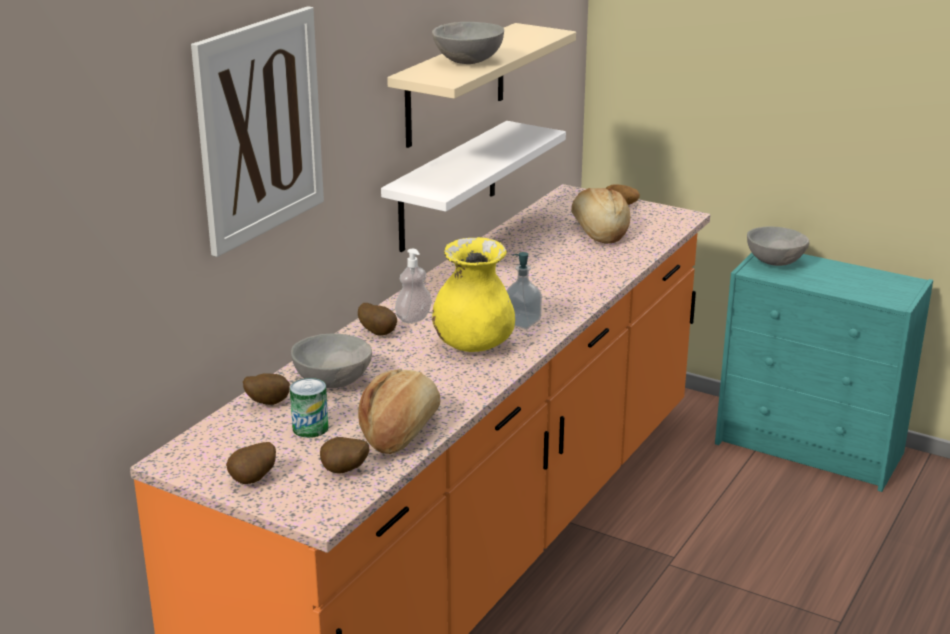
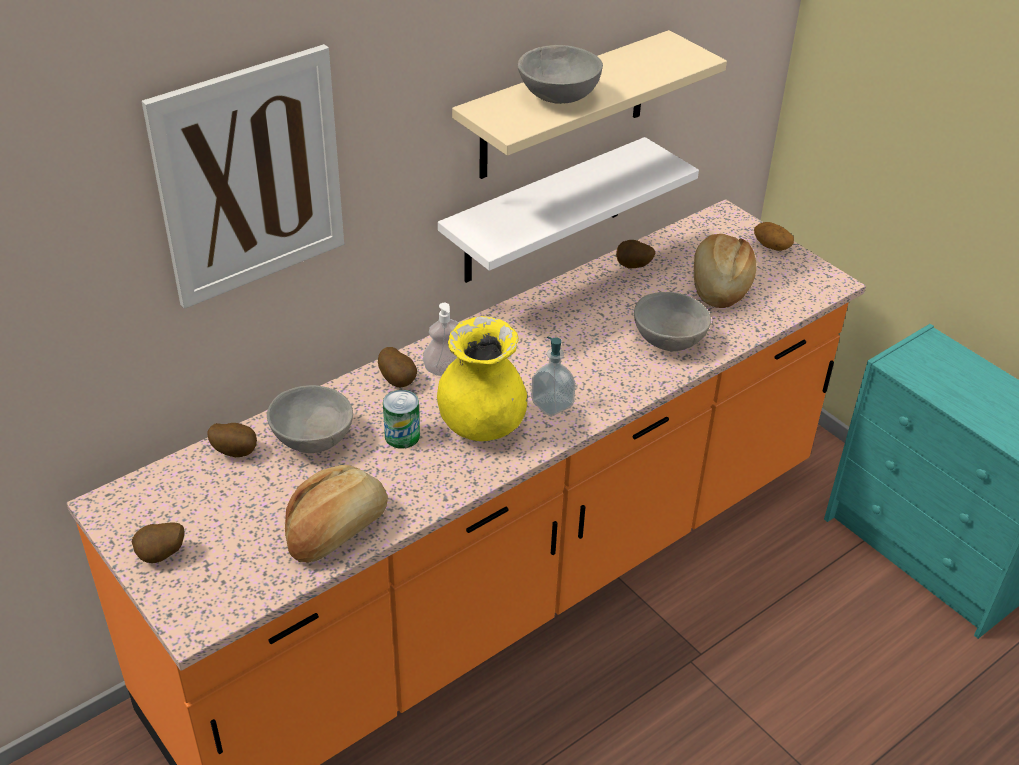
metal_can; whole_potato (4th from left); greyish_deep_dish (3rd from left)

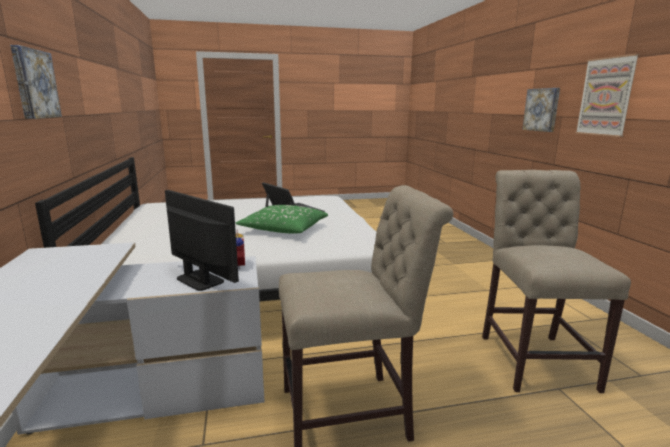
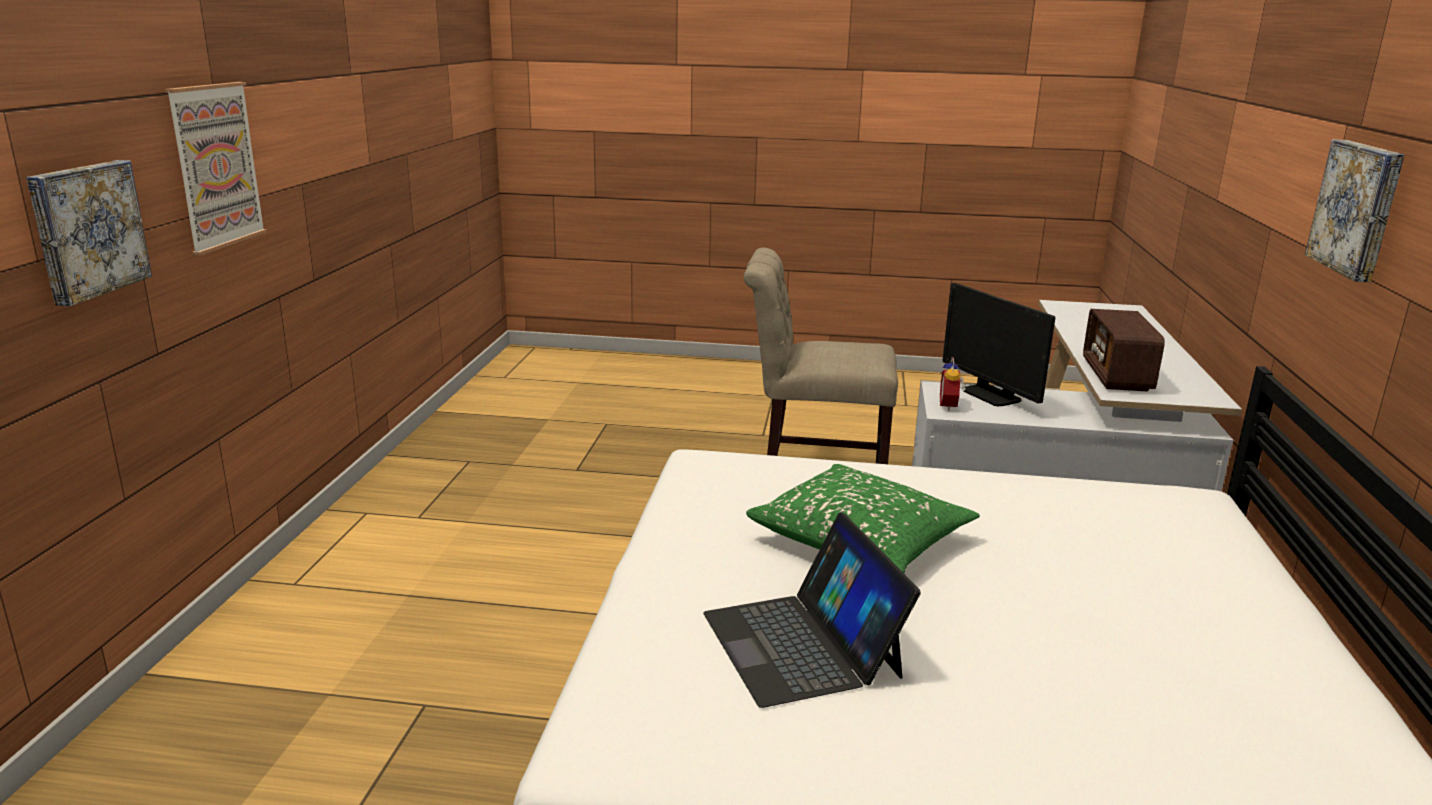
beige_chair (2nd from left in the first image); radio

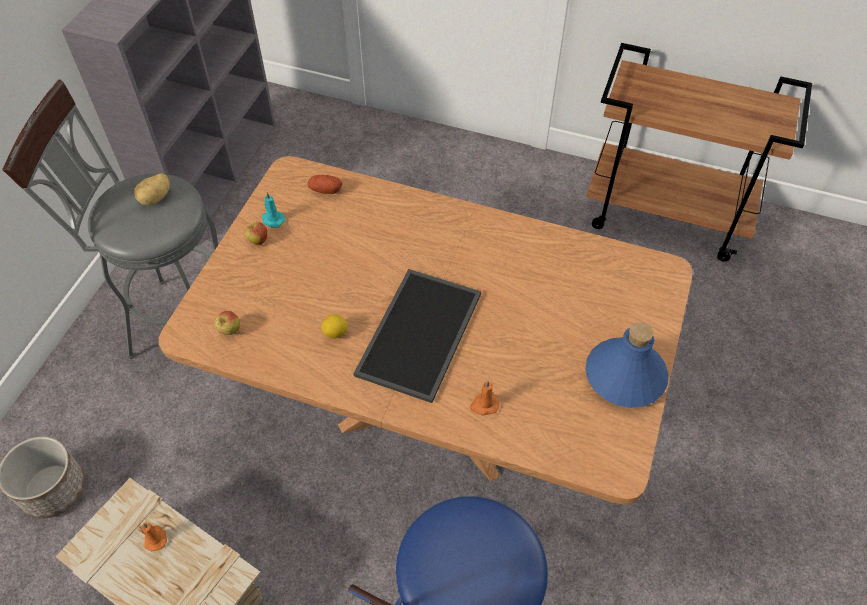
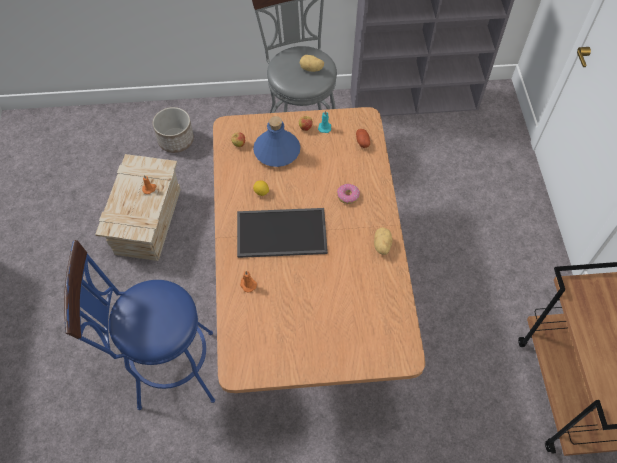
ring_doughnut; whole_potato (3rd from left); bluish_beverage_bottle

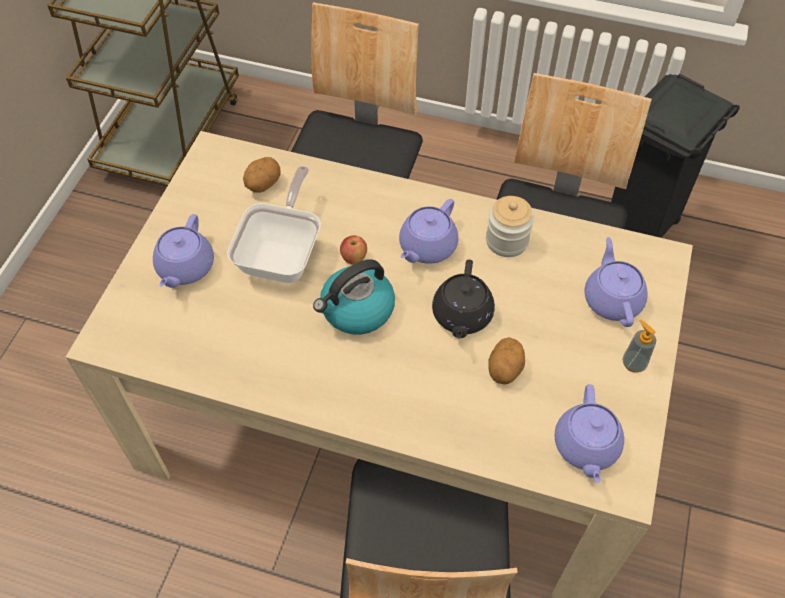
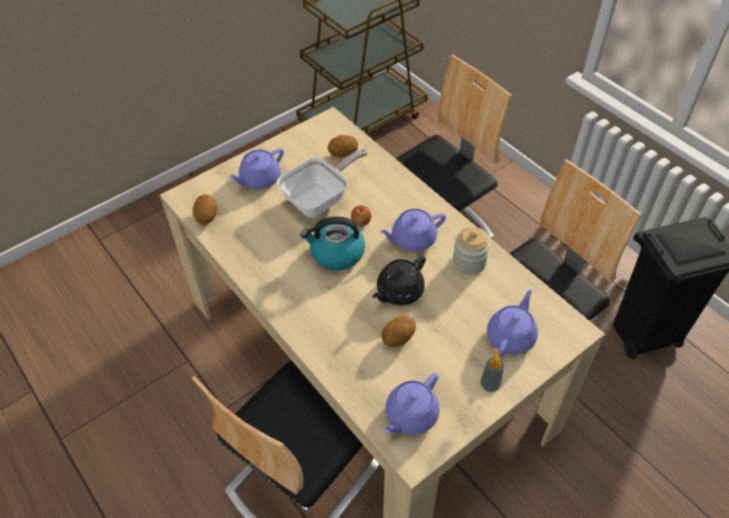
whole_potato (1st from left)

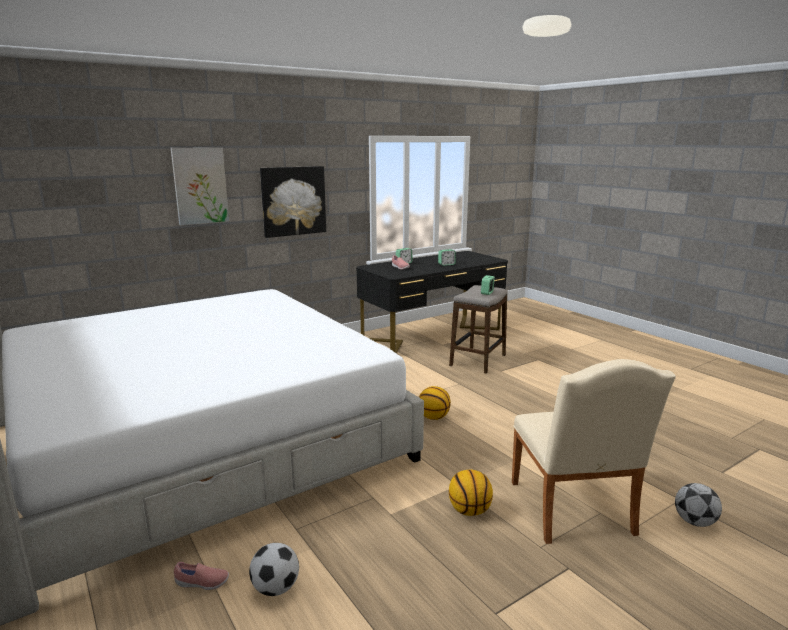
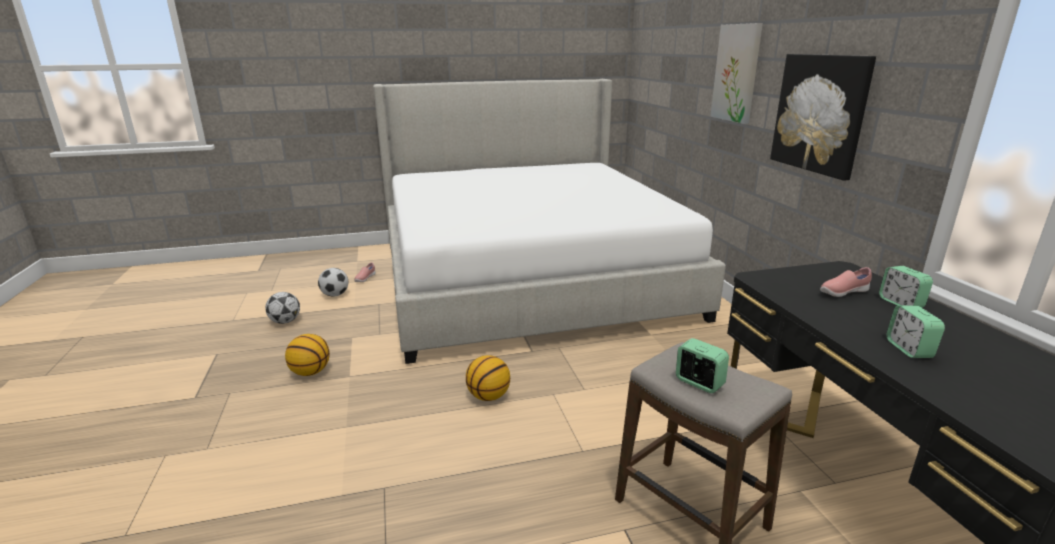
beige_chair; ball_for_football (1st from left)

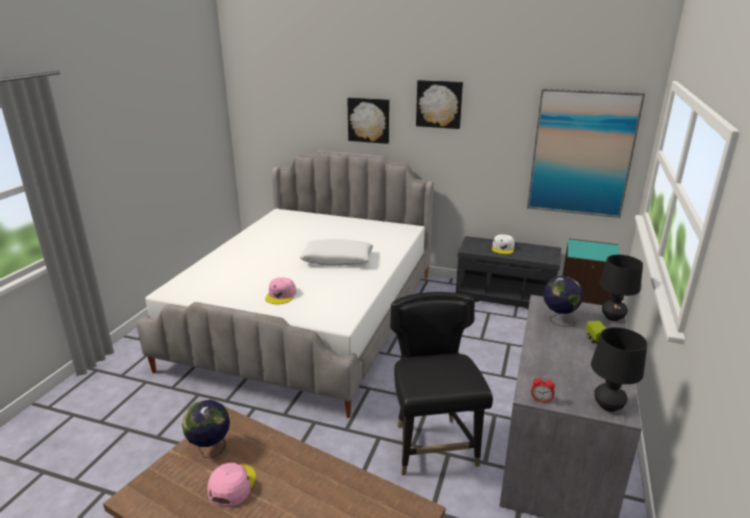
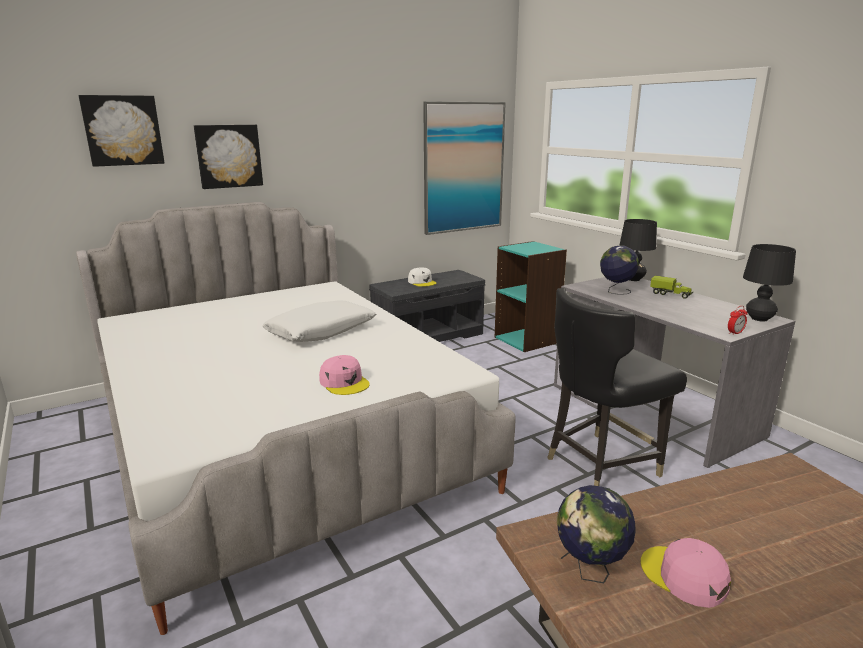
picture (1st from left); black_chair

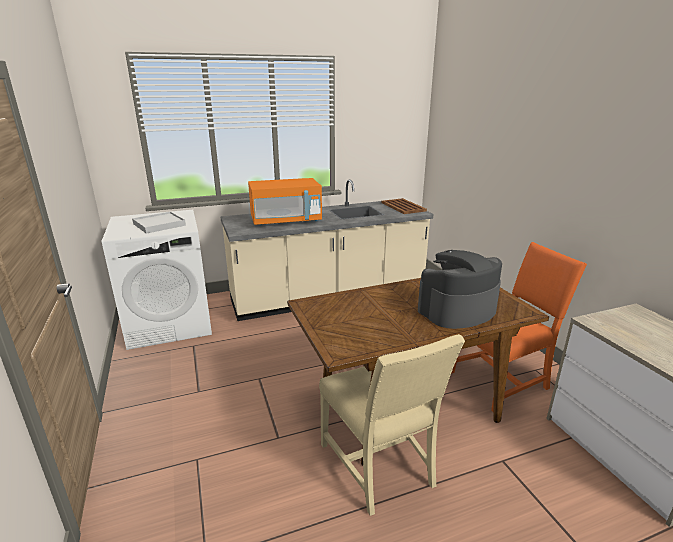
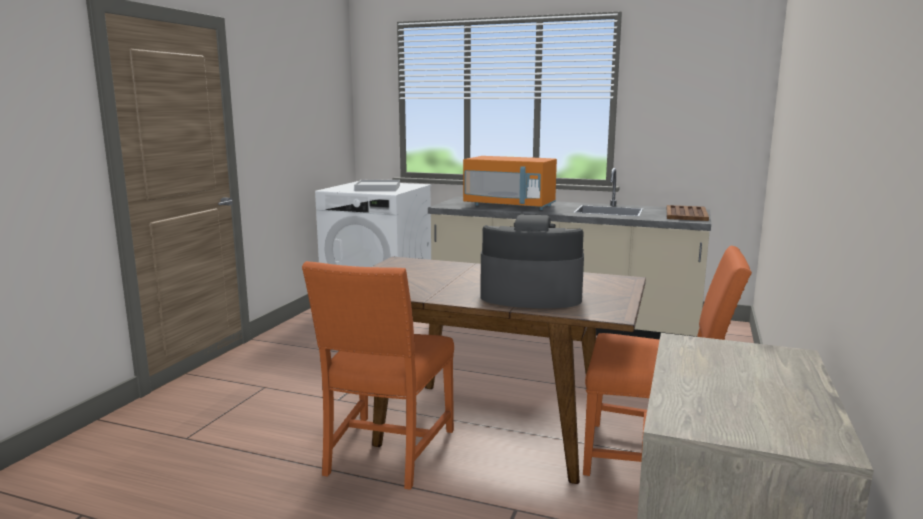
orangey_chair (1st from left)

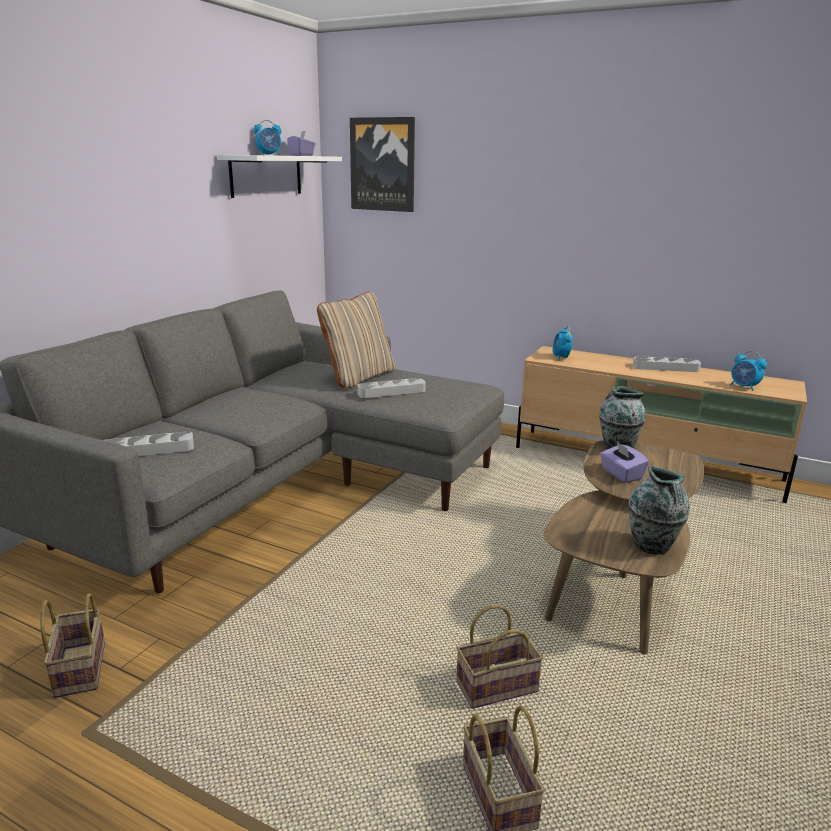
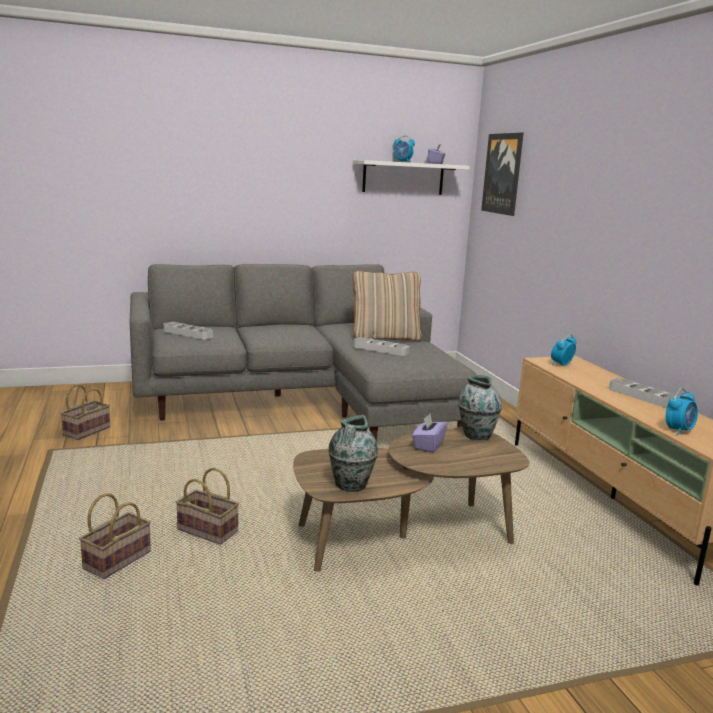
bedside_clock (3rd from left)

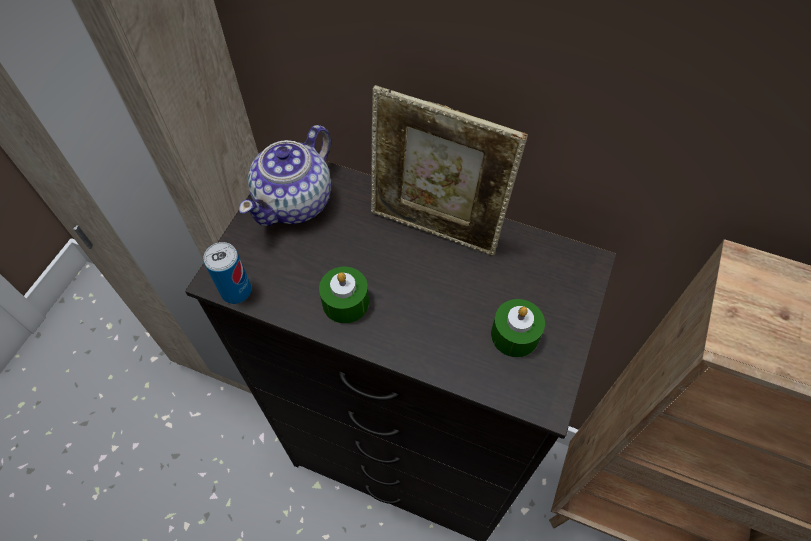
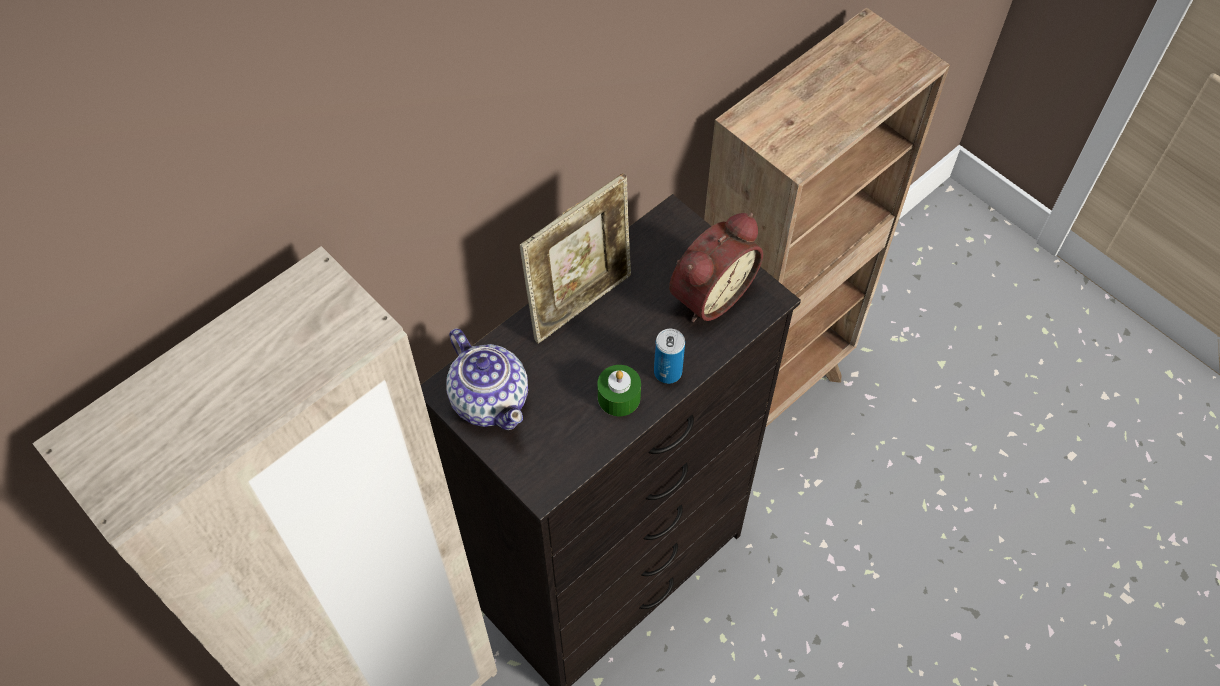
metal_can; bedside_clock

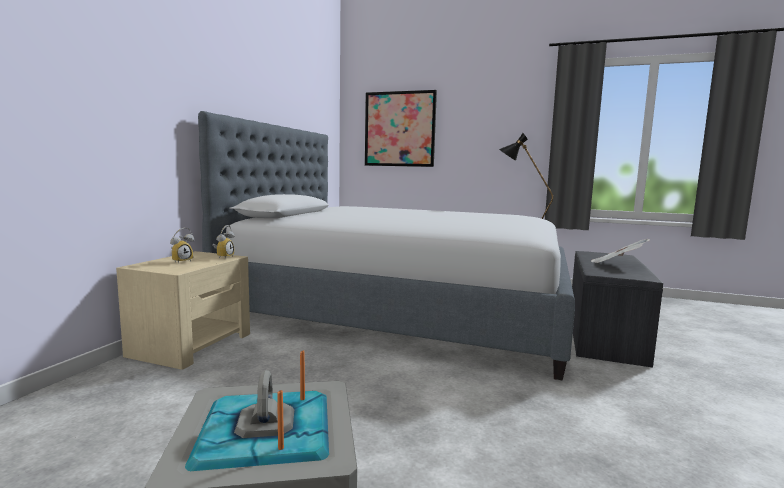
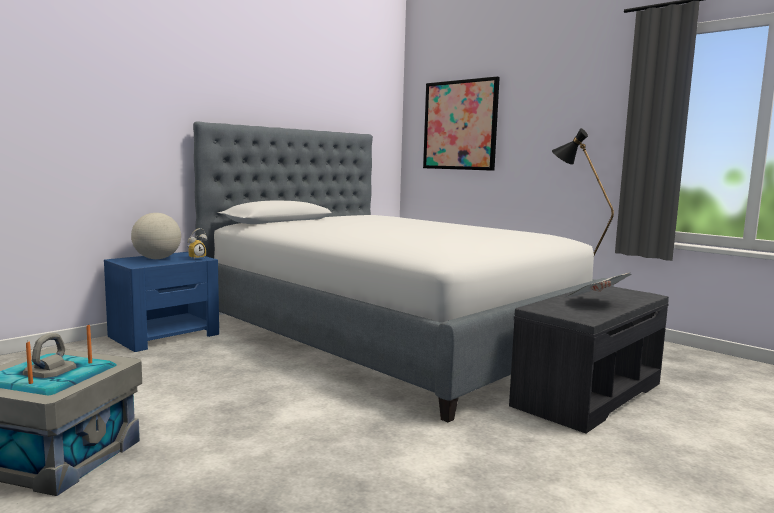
world_globe; bluish_nightstand

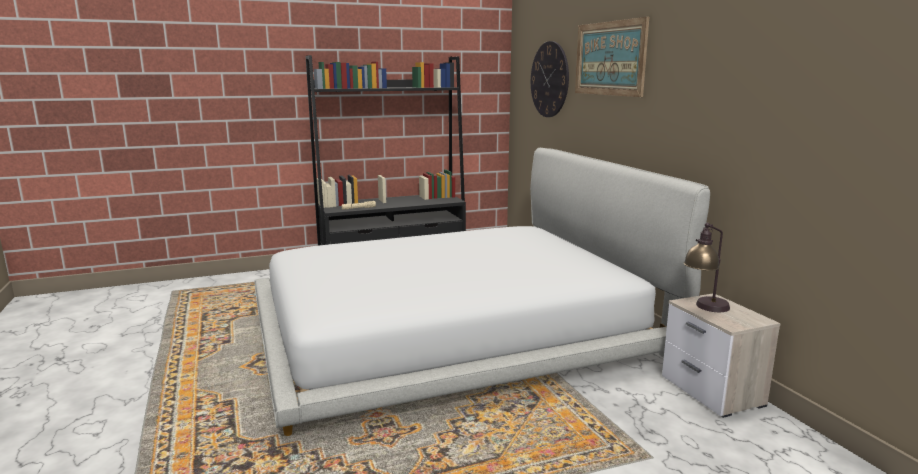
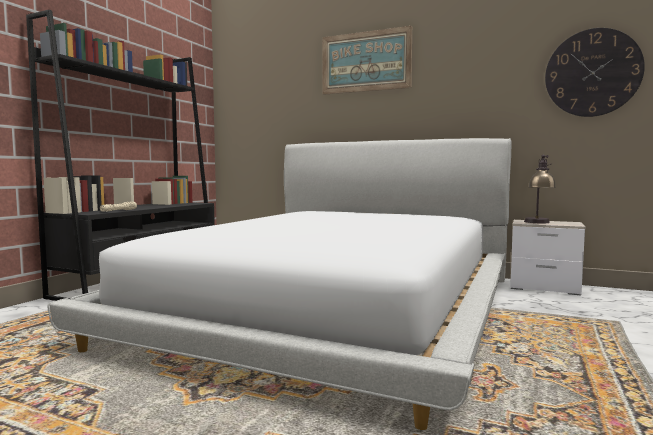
clock_on_the_wall

